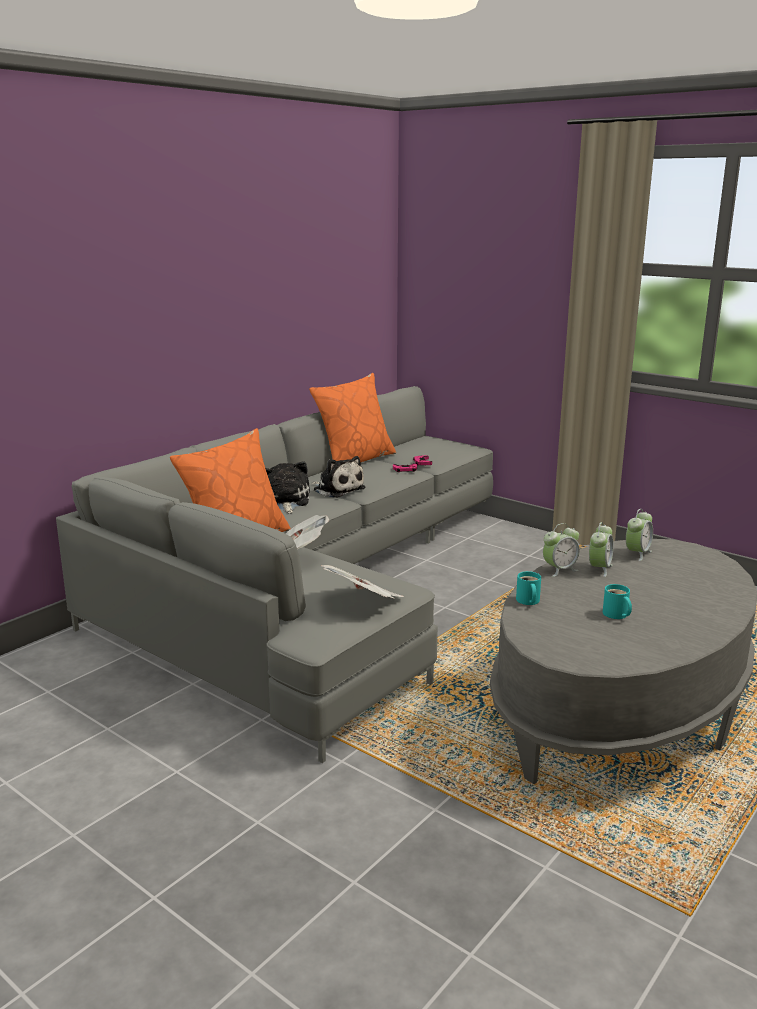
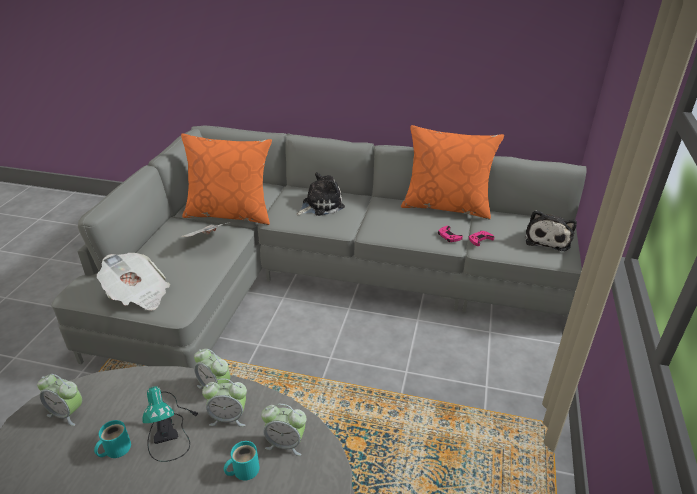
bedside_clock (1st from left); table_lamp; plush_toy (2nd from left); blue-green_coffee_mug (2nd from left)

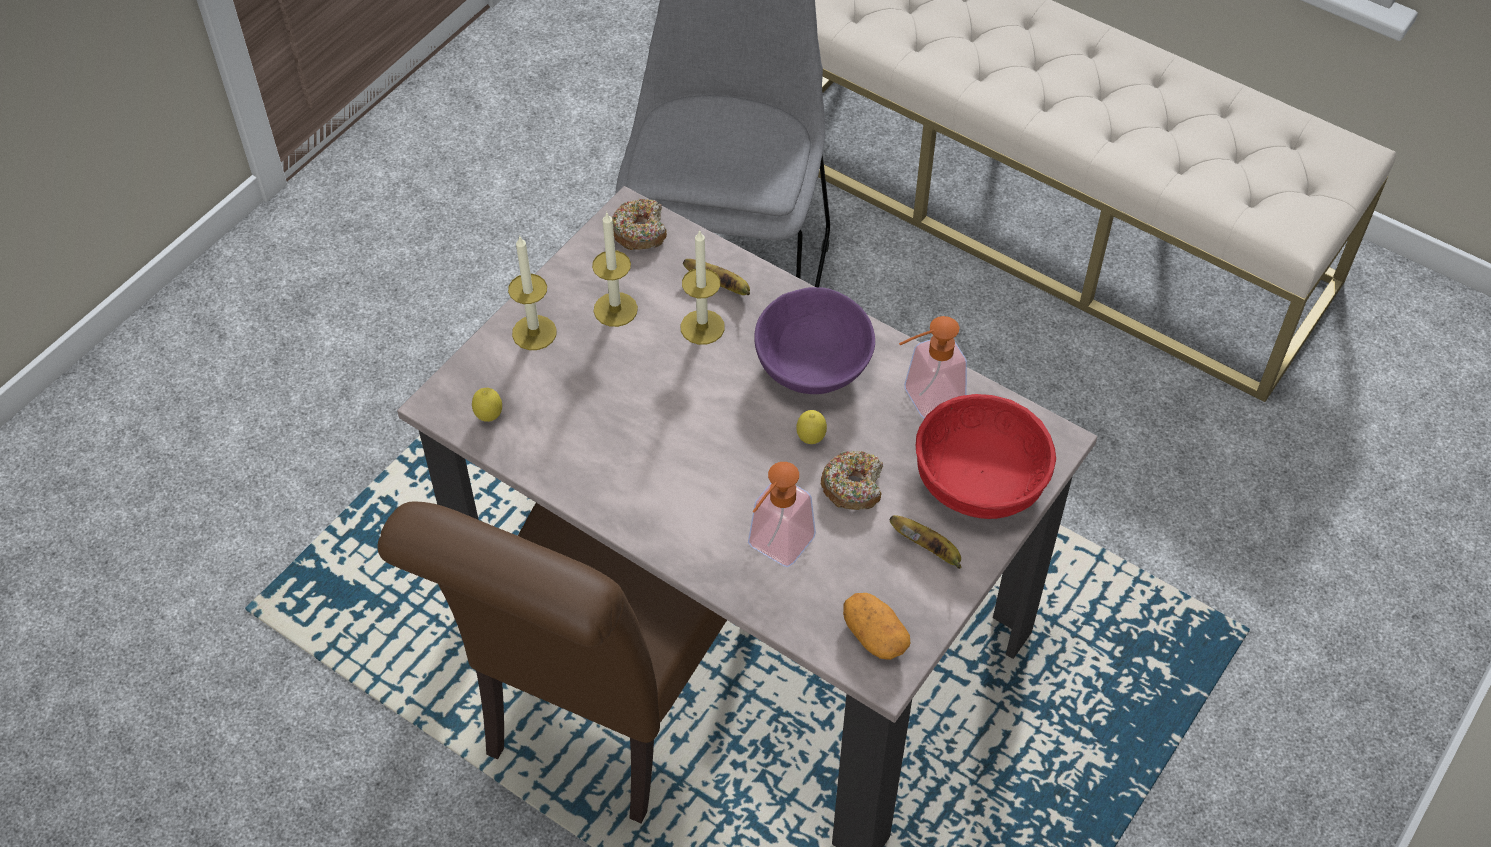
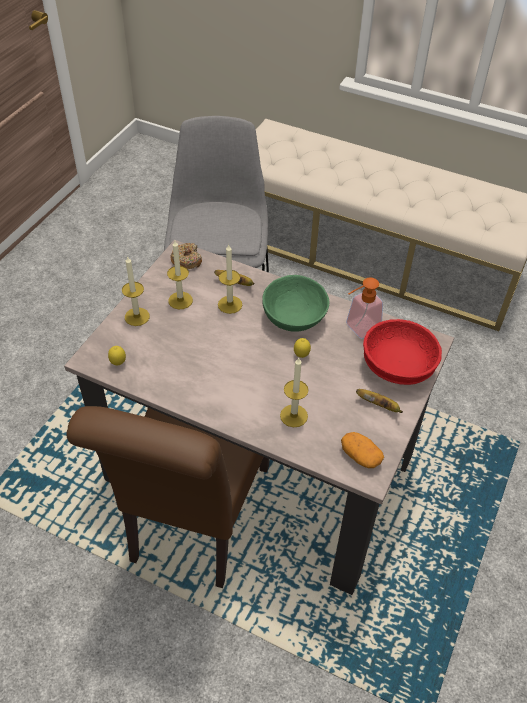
ring_doughnut (2nd from left in the first image); wax_light (4th from left); green-coloured_deep_dish

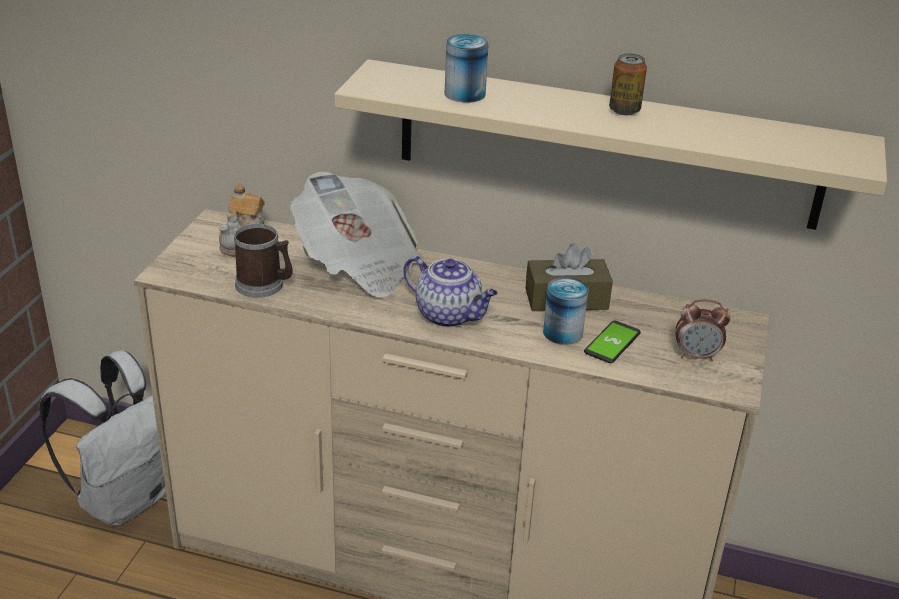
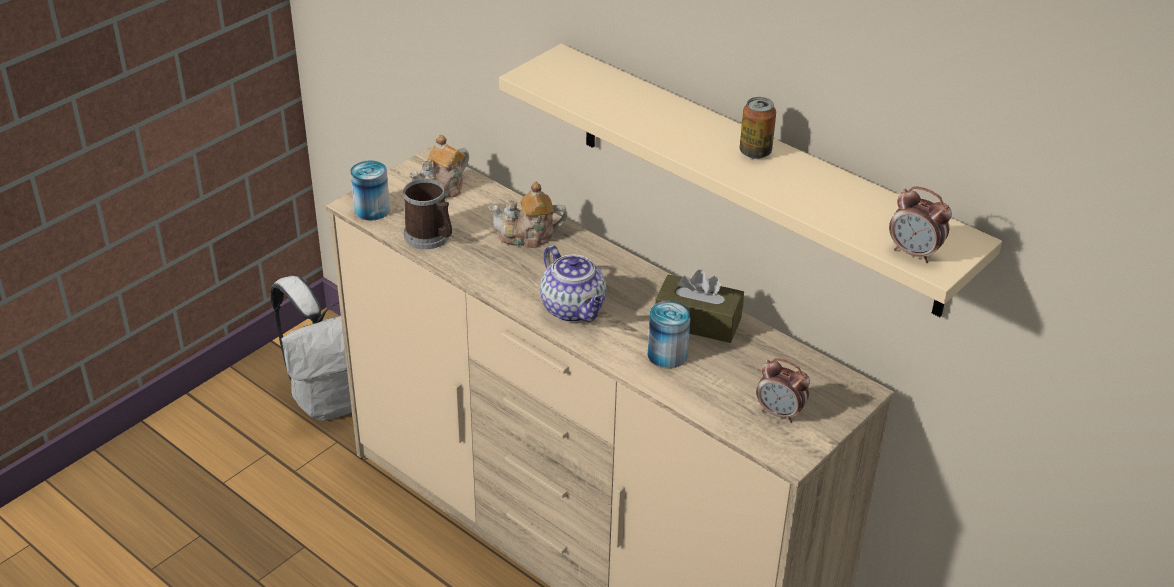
handset; bedside_clock (2nd from left); metal_can (1st from left); pot_for_tea (2nd from left)

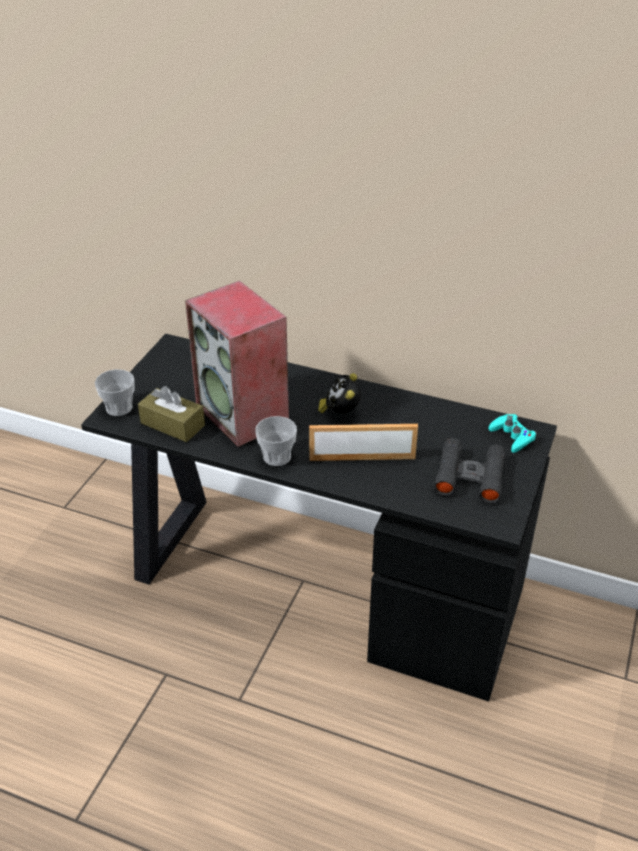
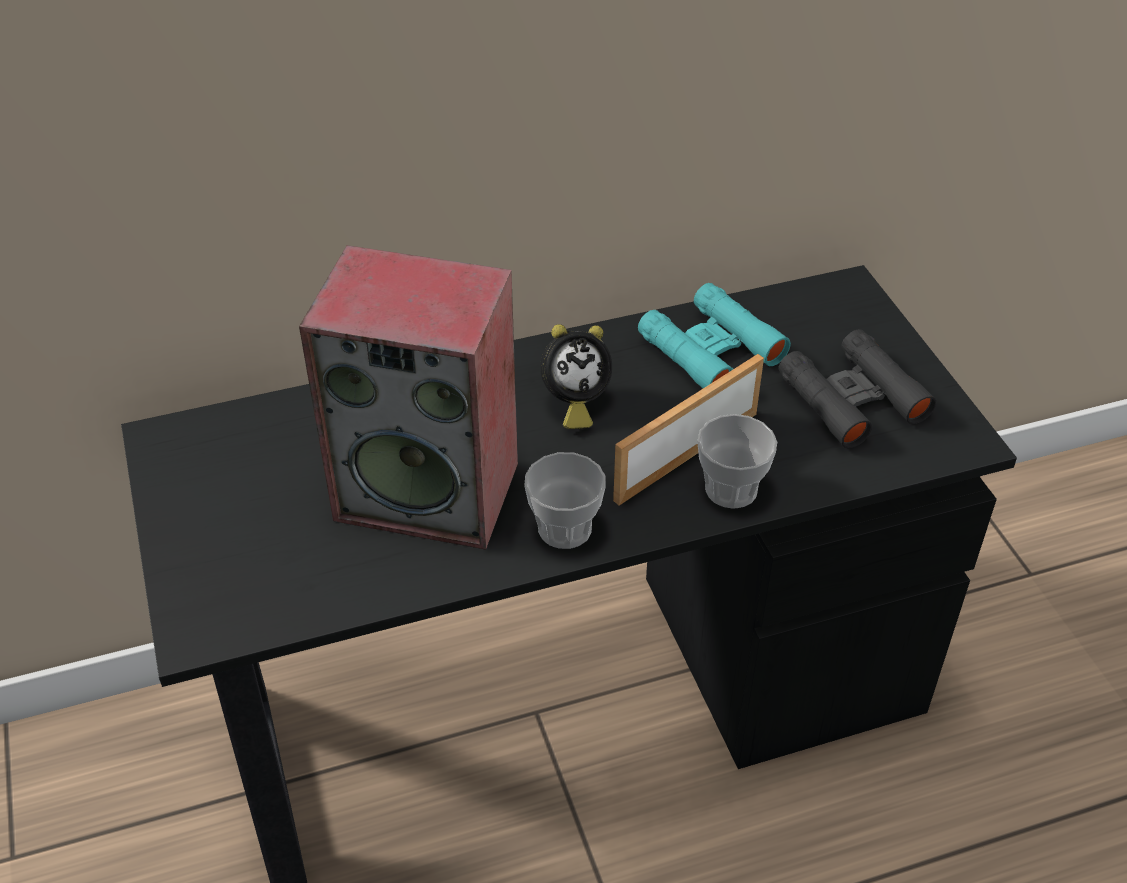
brown_tissue_holder; blue-green_gamepad; blue-green_binoculars; cup (2nd from left); bedside_clock

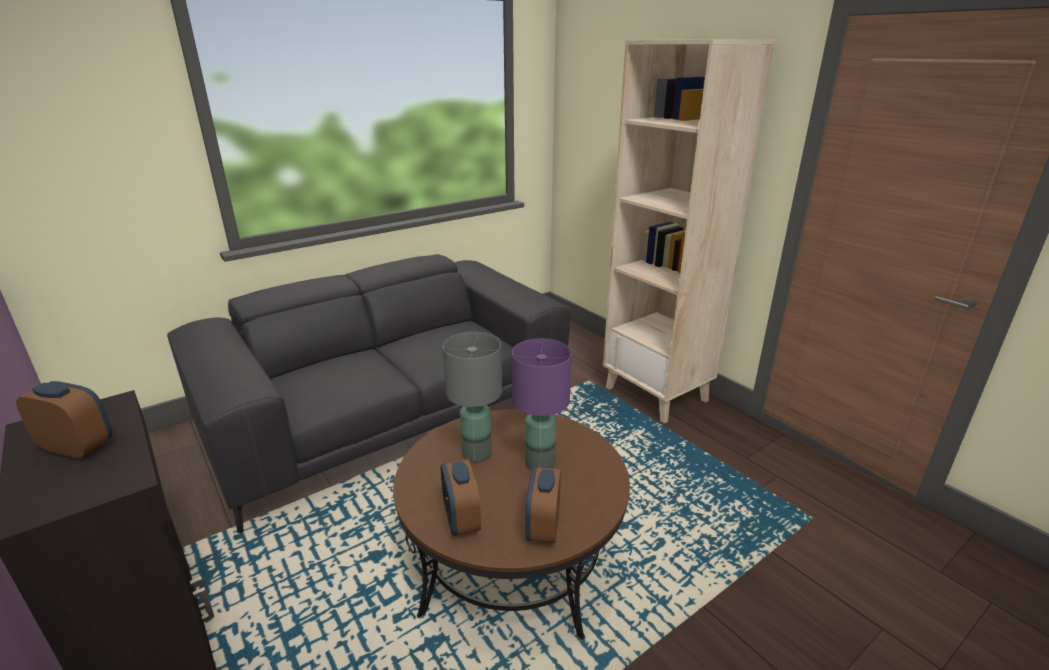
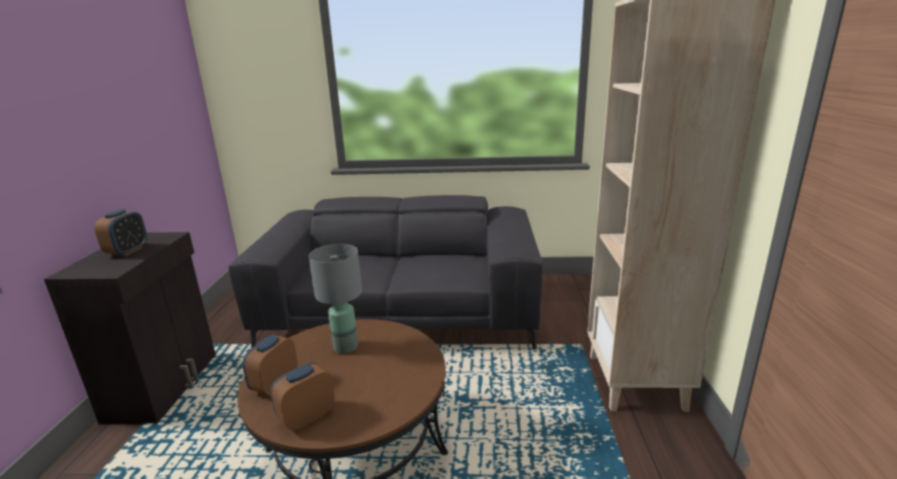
purplish_table_lamp; bedside_clock (1st from left)

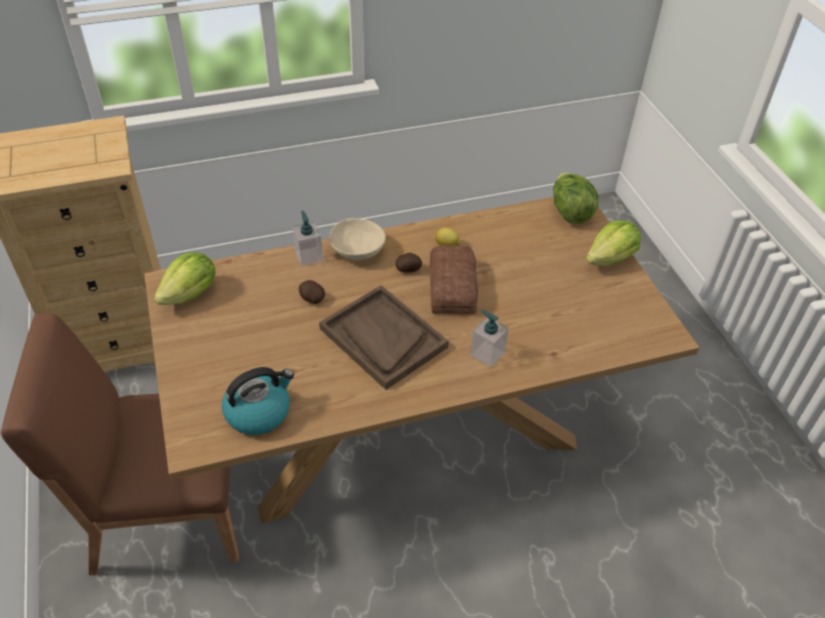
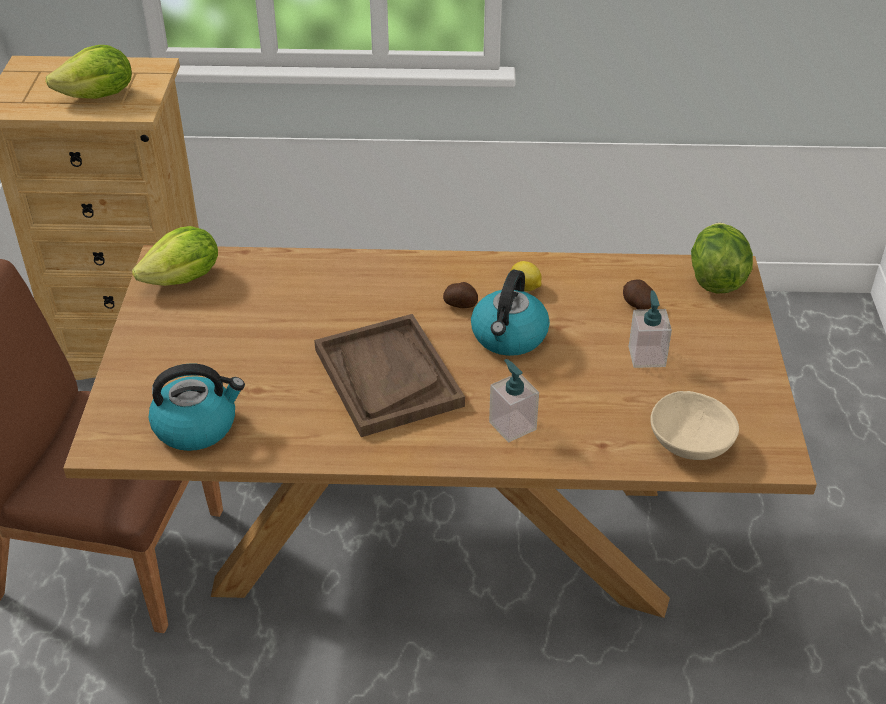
soap_dispenser (2nd from left); whole_potato (2nd from left); beige_deep_dish; lettuce (1st from left); kettle (2nd from left)

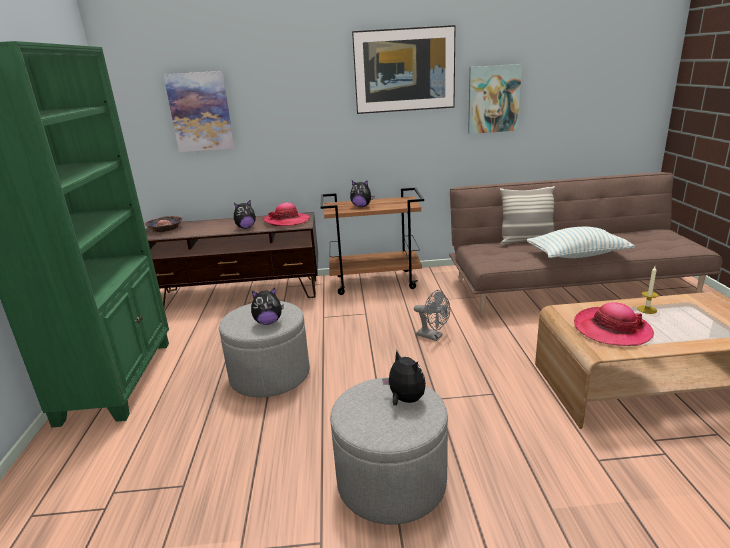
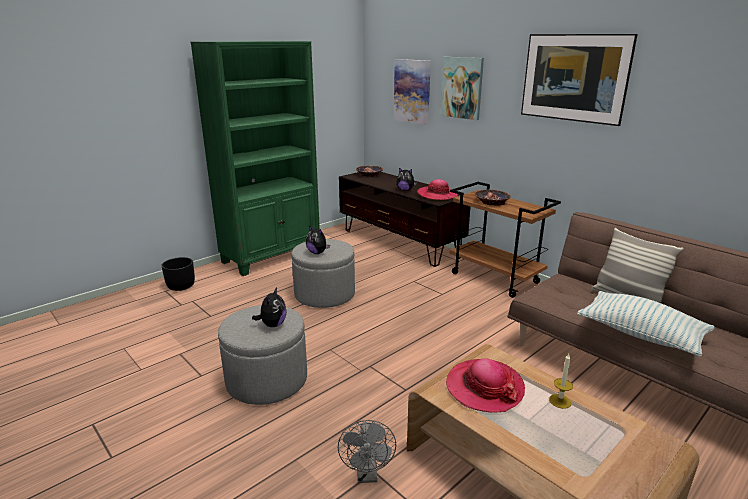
black_flower_pot; greyish_fan; picture (2nd from left); deep_dish (2nd from left)

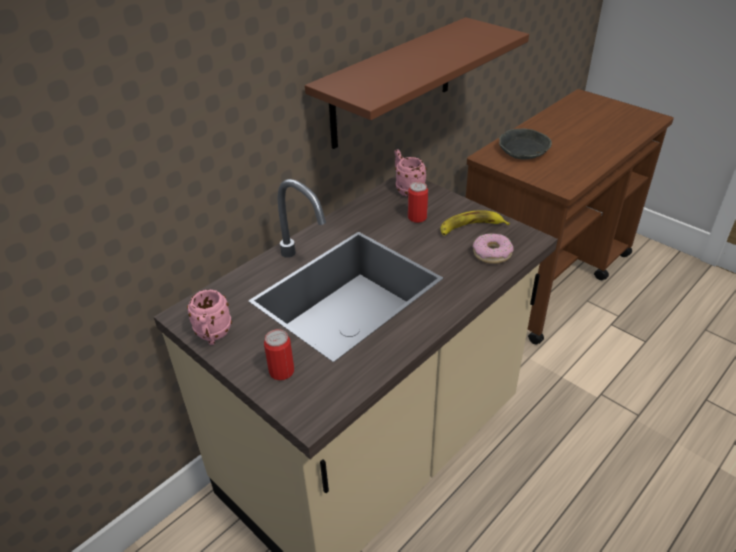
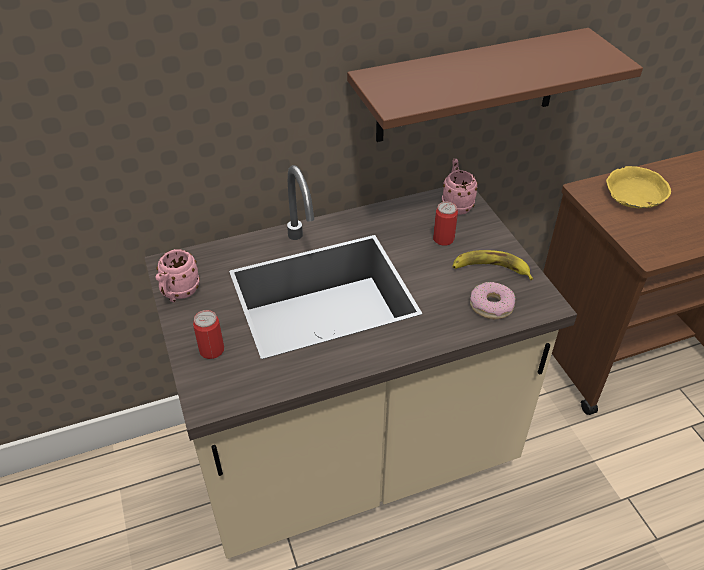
yellowish_deep_dish

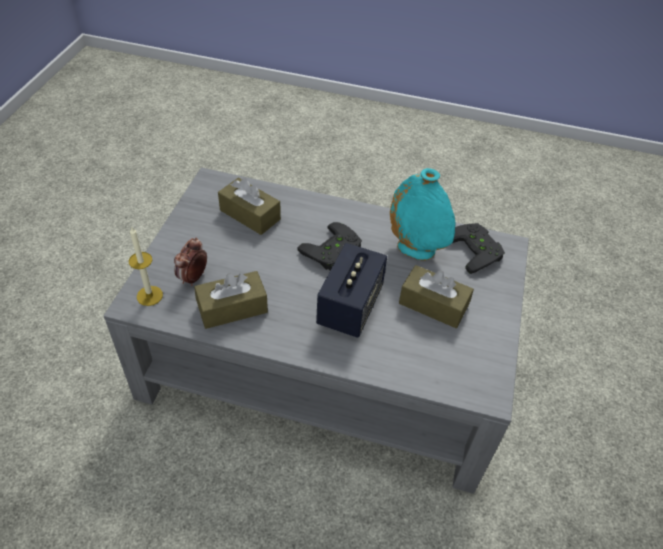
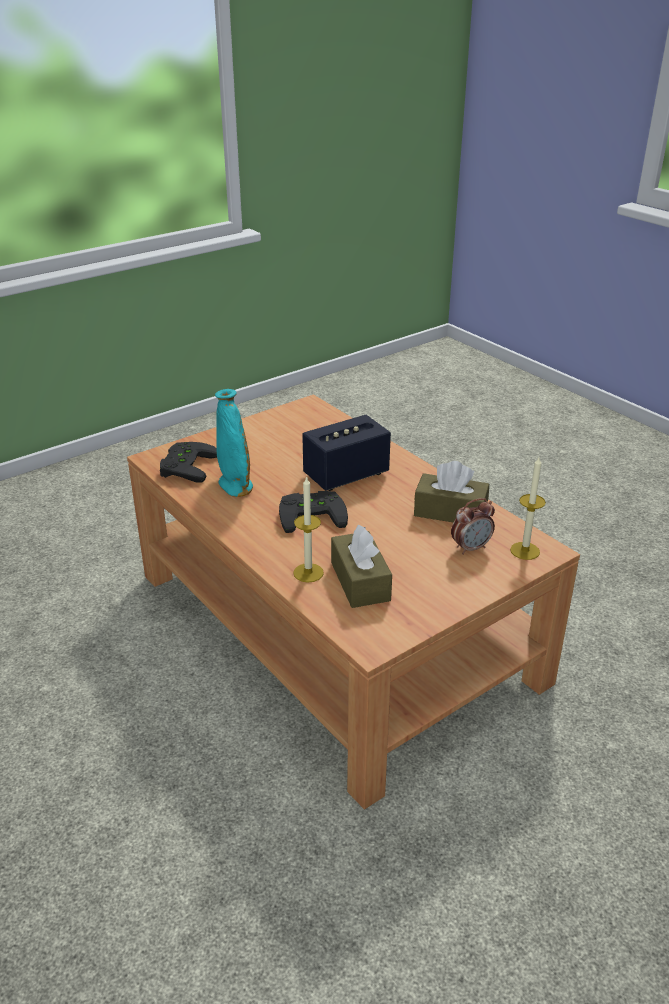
brown_tissue_holder (3rd from left in the first image); wax_light (1st from left); brown_low_table

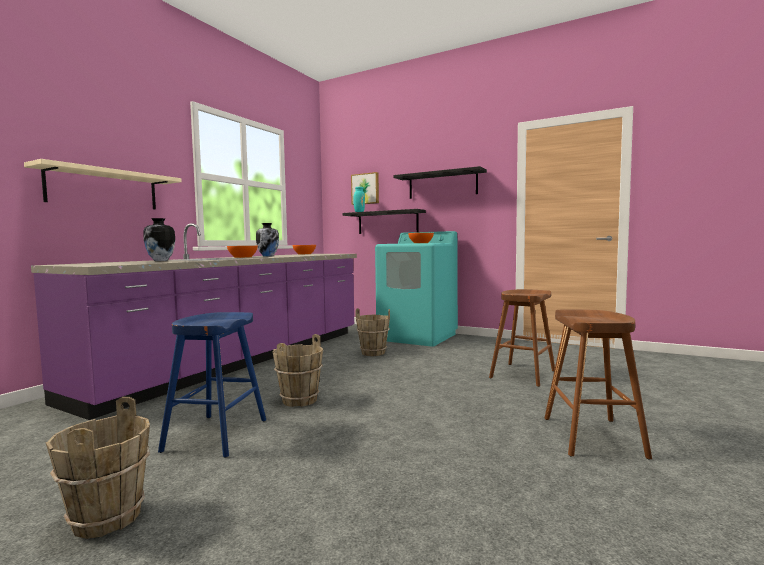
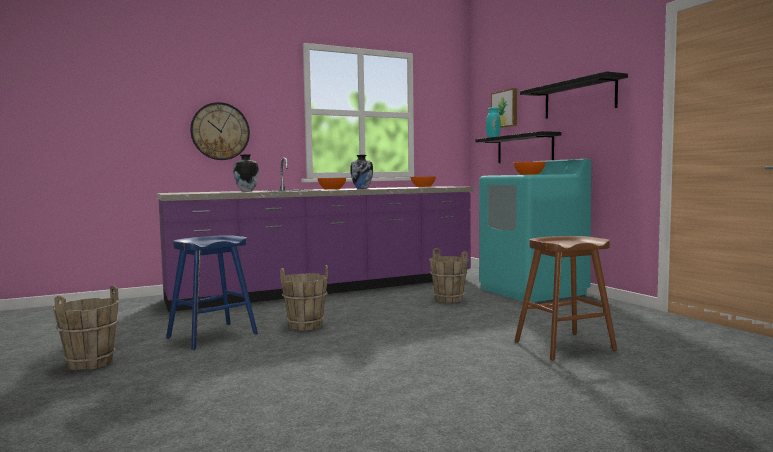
brown_sitting_stool (2nd from left in the first image); clock_on_the_wall

